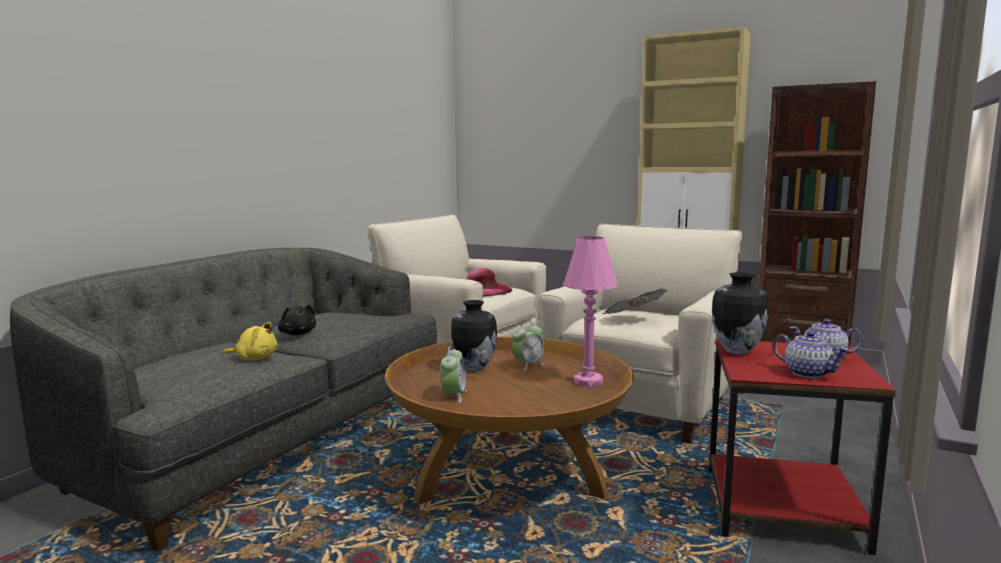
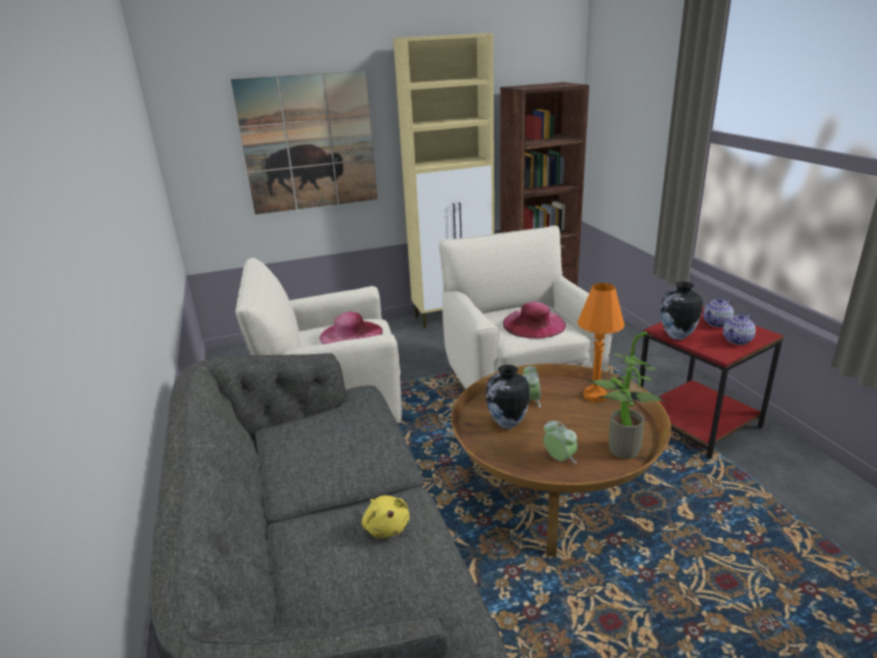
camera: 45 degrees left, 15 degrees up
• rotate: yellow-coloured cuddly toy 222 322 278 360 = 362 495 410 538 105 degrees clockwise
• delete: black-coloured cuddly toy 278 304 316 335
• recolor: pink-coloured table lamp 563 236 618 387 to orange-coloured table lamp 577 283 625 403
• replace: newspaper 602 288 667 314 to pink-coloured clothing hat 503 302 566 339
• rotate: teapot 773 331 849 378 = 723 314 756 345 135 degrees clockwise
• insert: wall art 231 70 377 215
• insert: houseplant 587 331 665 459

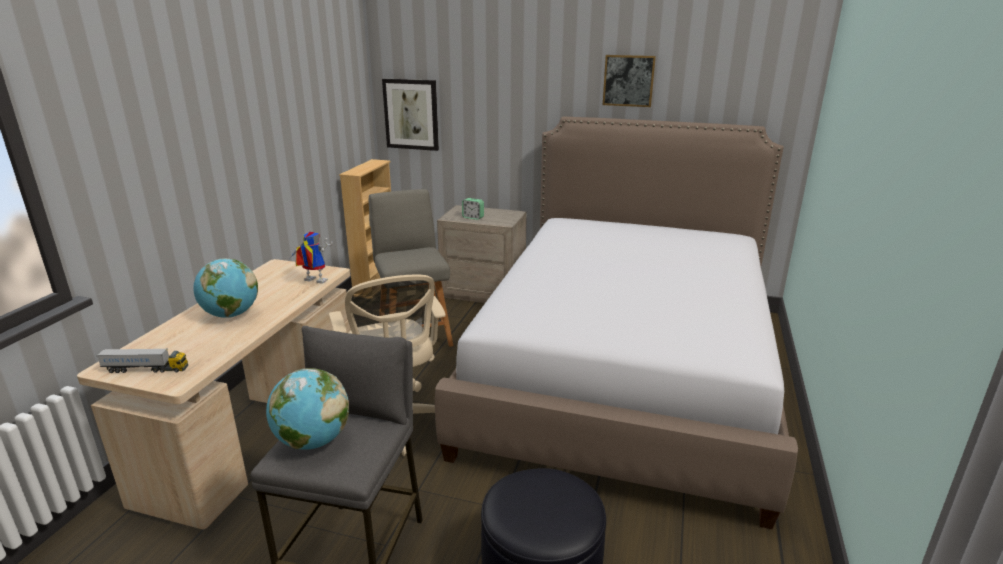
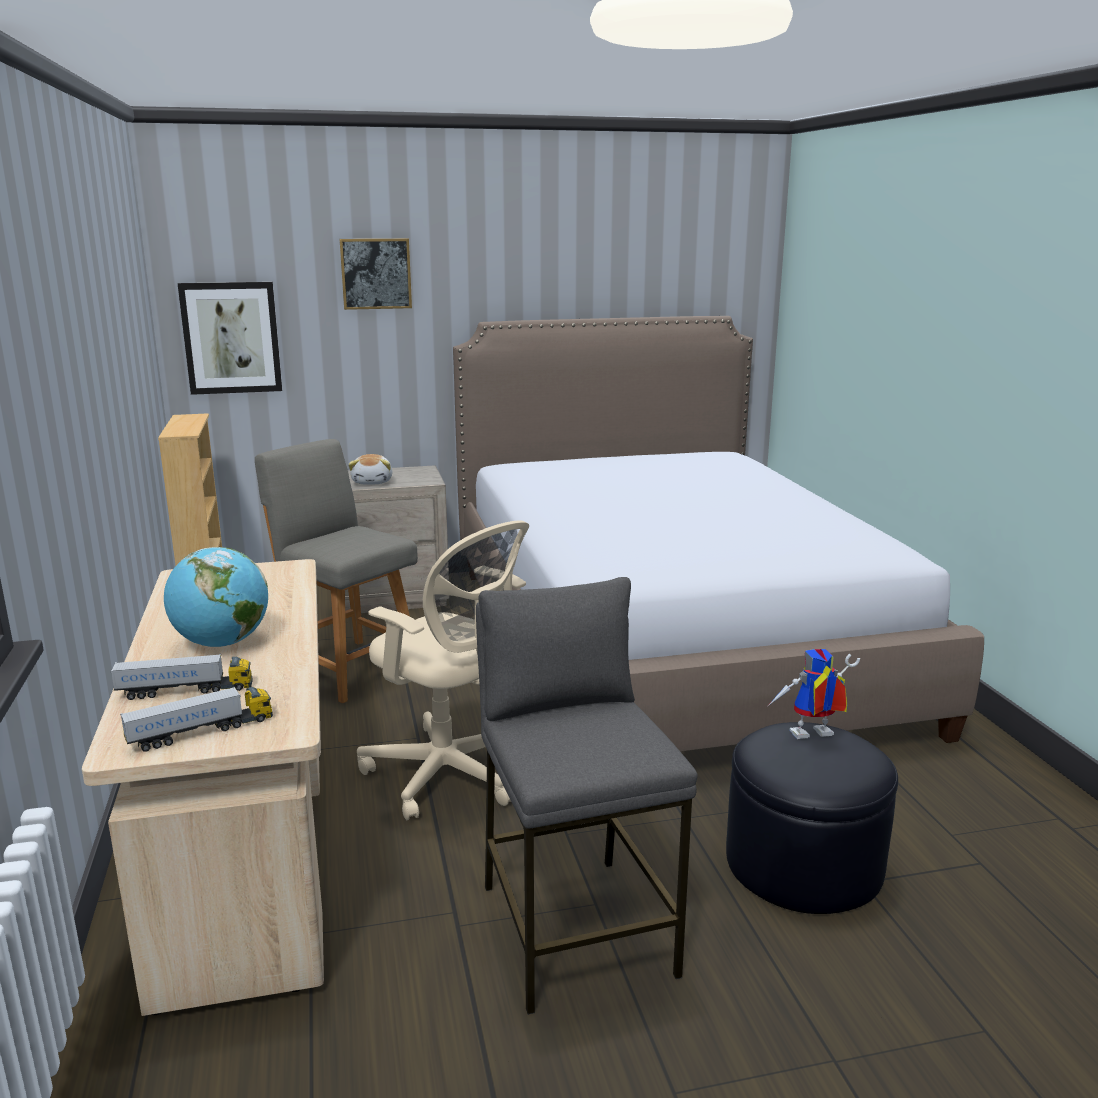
camera: 30 degrees left, 5 degrees down
• delete: world globe 266 368 349 450
• move: model robot 290 232 333 284 to 768 649 860 739
• replace: table clock 462 198 484 220 to cuddly toy 348 454 392 485
• move: wall art 603 55 656 107 to 339 238 412 310
• insert: model truck 111 654 253 700

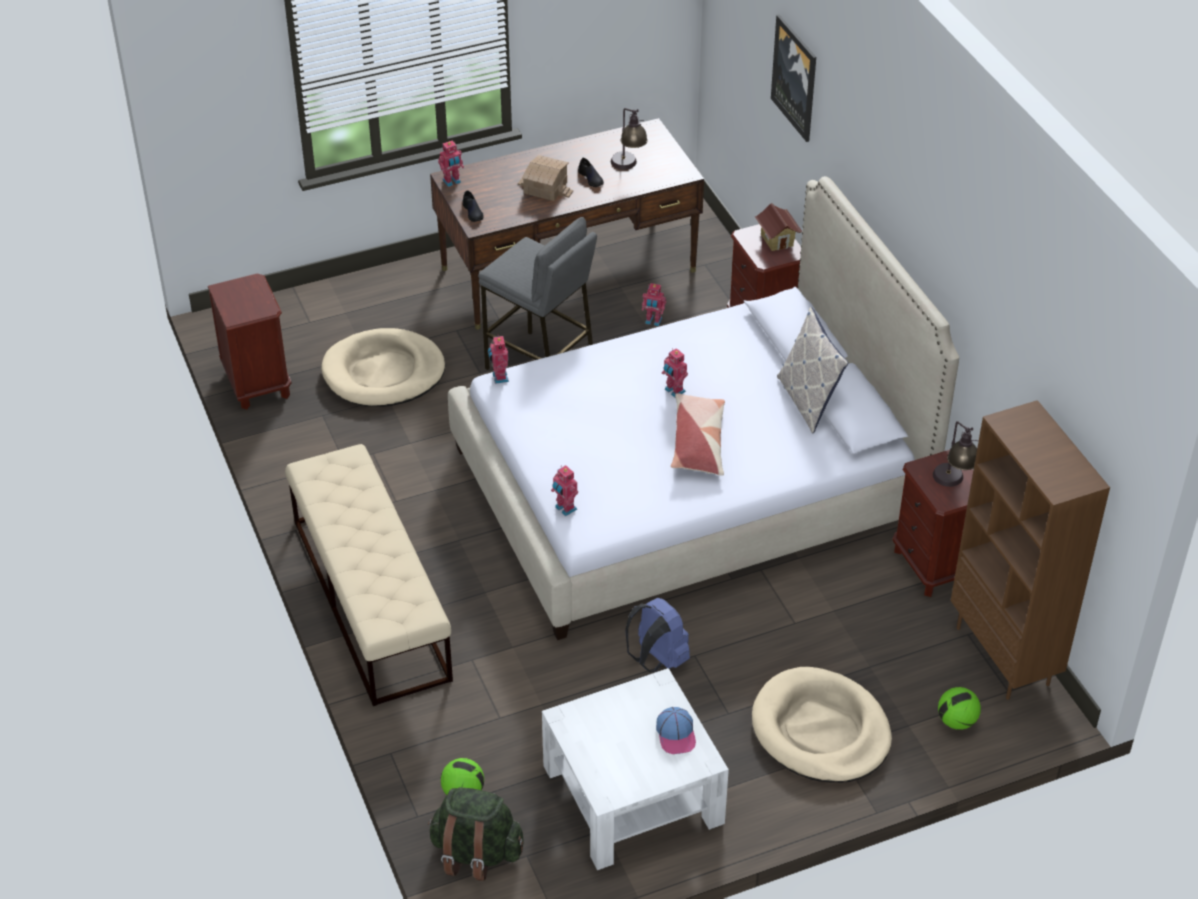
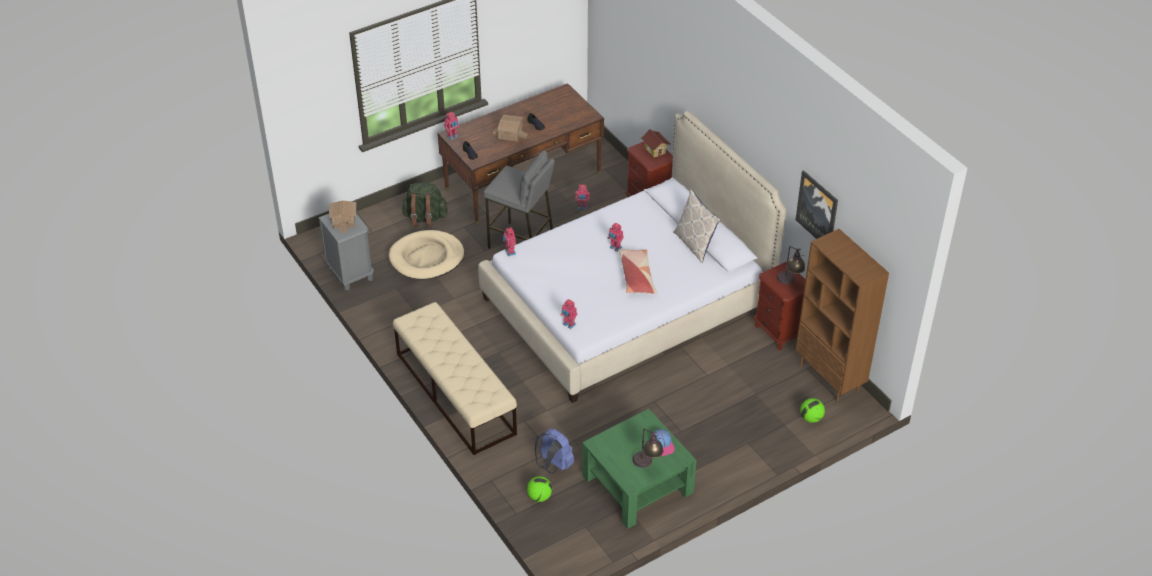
camera: 10 degrees left, 0 degrees up
• recolor: brown bedside table 208 274 291 409 to greyish bedside table 318 213 374 290
• move: greenish backpack 428 787 524 881 to 401 183 448 227
• recolor: white-coloured low table 542 668 729 870 to greenish low table 582 409 696 529
• move: table lamp 611 108 648 170 to 633 429 663 468
• move: bluish backpack 625 598 690 672 to 535 428 574 474
• delete: beige-coloured dog cushion 752 667 892 783
• move: wall art 771 15 816 142 to 796 170 838 239
• insert: model house 329 201 356 233

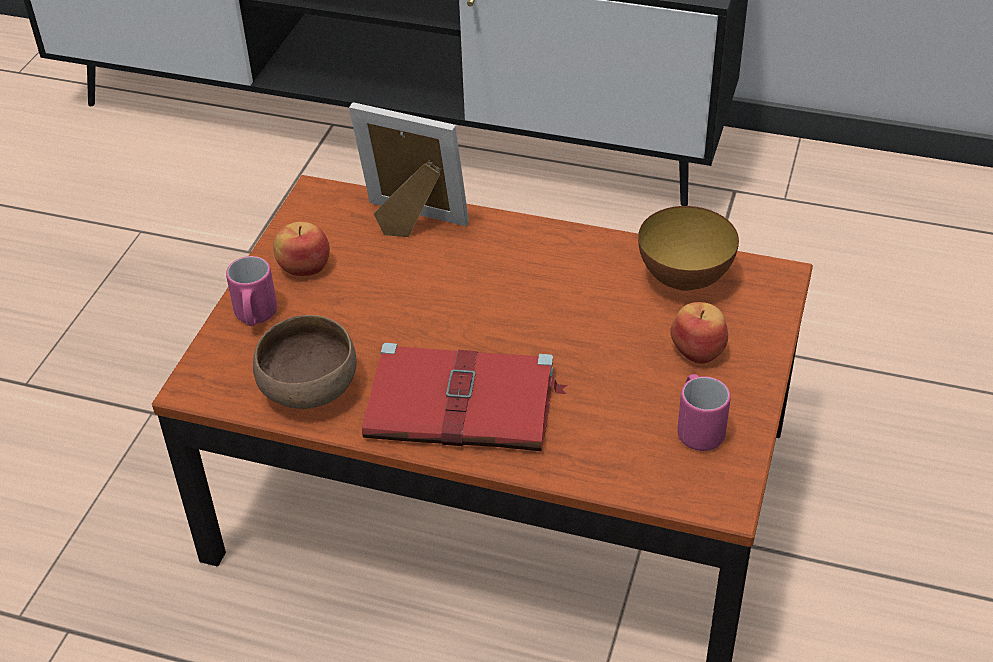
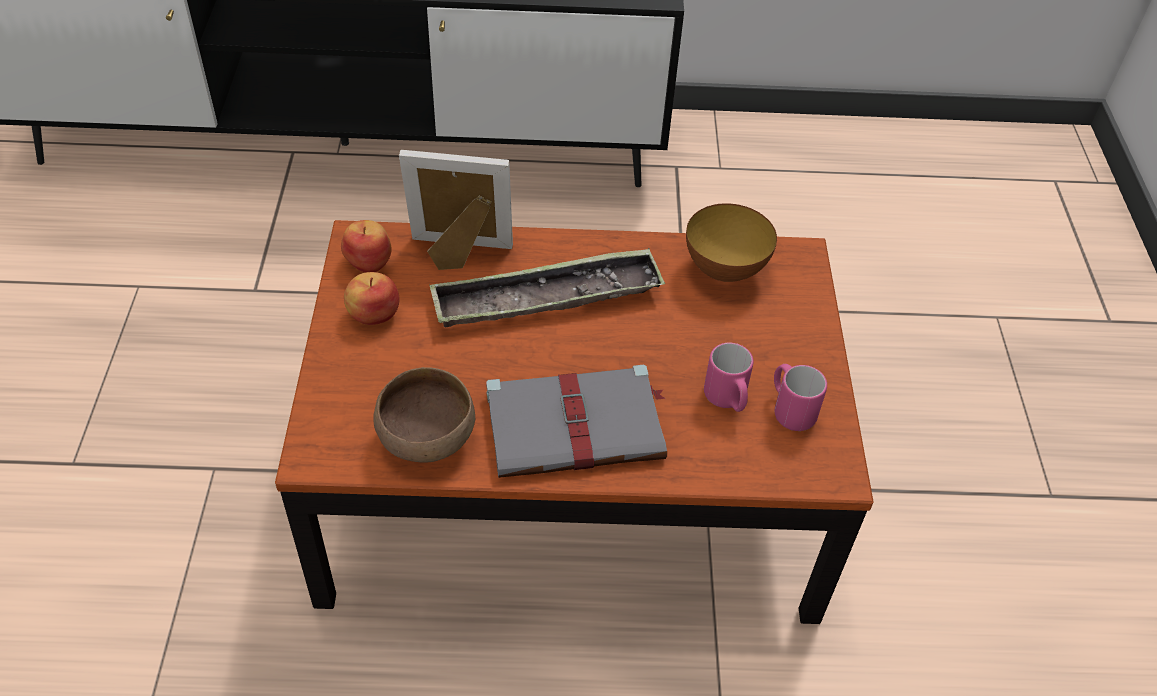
camera: 20 degrees left, 5 degrees up
• move: pink-coloured tea mug 226 256 277 326 to 704 343 754 412
• recolor: red bound book 362 343 568 451 to greyish bound book 486 365 667 478
• move: whole apple 670 302 728 364 to 341 220 392 273
• insert: serving tray 429 248 665 328

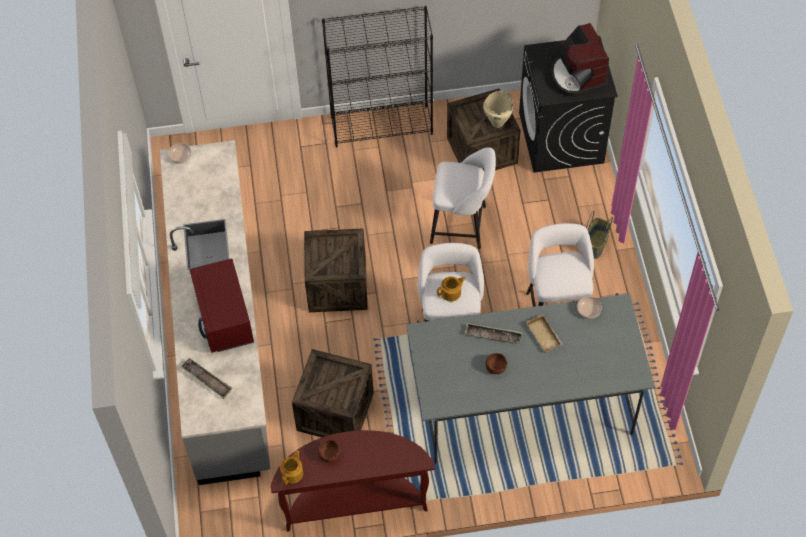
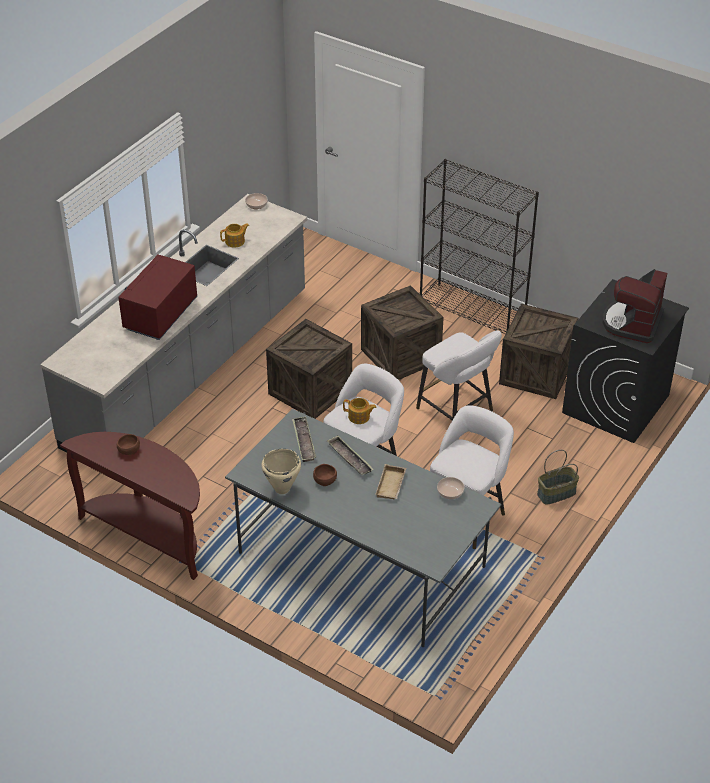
camera: 40 degrees right, 15 degrees down
• move: serving tray 180 358 233 399 to 292 416 316 462
• move: teapot 280 450 303 485 to 220 223 249 248
• move: shipping crate 292 349 374 437 to 361 285 444 380
• move: beige-coloured saucepot 483 91 514 128 to 261 449 301 494

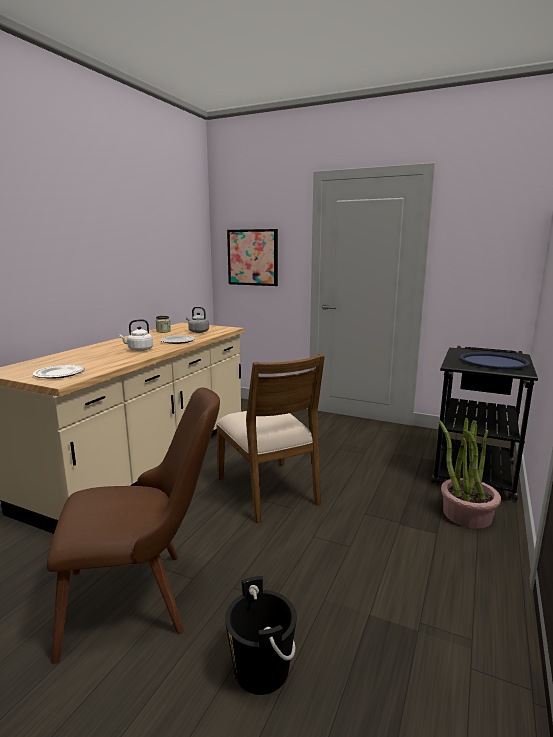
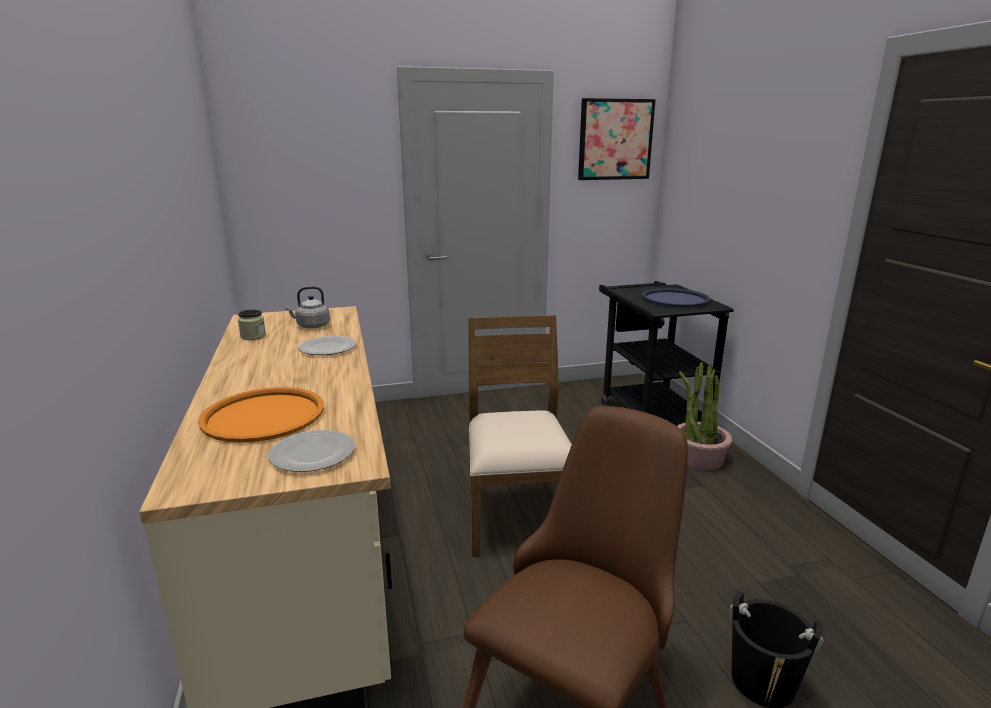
camera: 40 degrees left, 5 degrees up
• delete: white-coloured tea kettle 119 319 153 351
• rotate: brown upright chair 216 354 325 523 = 468 315 572 557 120 degrees counterclockwise
• move: wall art 227 229 278 286 to 578 98 656 180
• insert: orange-coloured serving tray 198 387 324 443

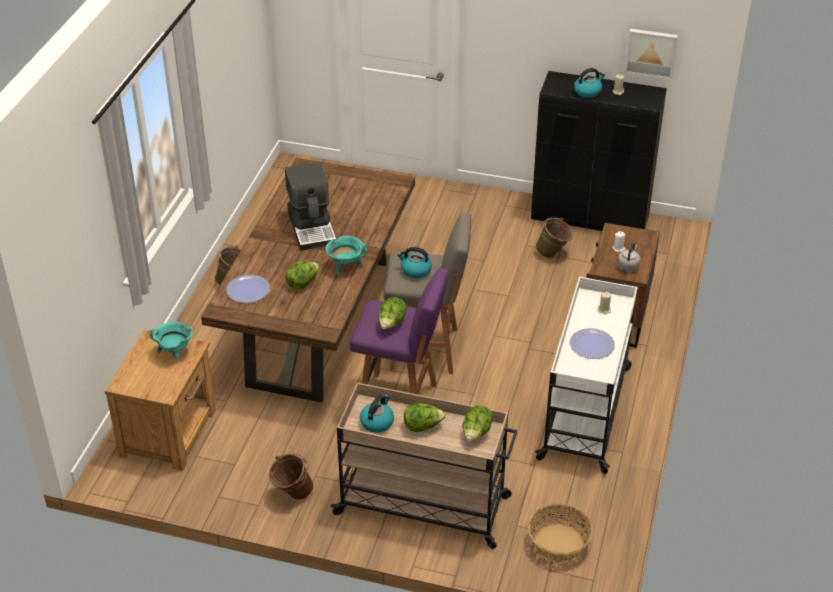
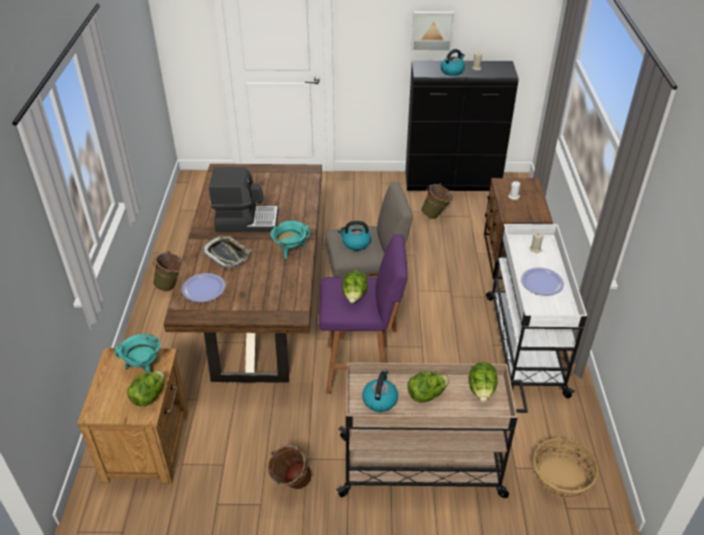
camera: 15 degrees left, 0 degrees up
• rotate: coffee maker 285 162 337 251 = 209 167 278 232 60 degrees counterclockwise
• move: lettuce head 285 262 319 289 to 127 371 164 406
• delete: greyish tea kettle 617 242 641 272
• move: wall art 625 29 678 79 to 411 11 455 52
• insert: serving tray 202 235 251 269

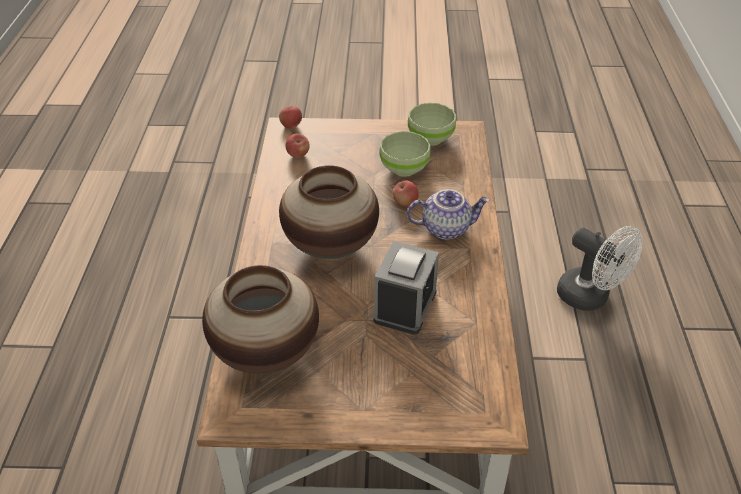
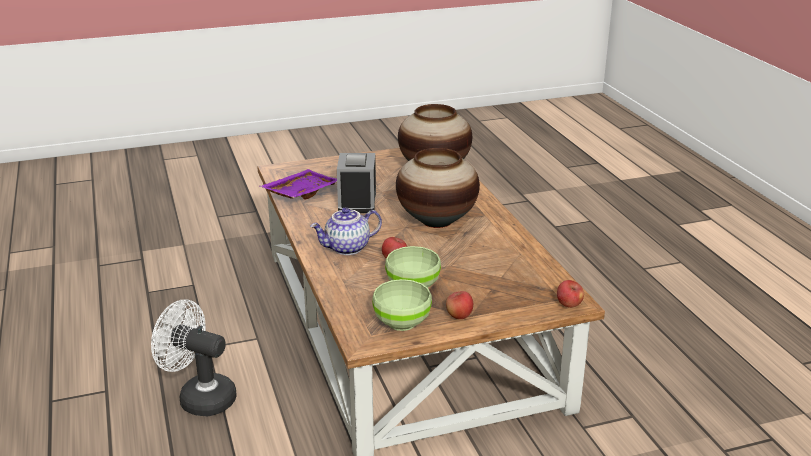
camera: 160 degrees right, 15 degrees down
• move: whole apple 286 133 310 158 to 446 291 473 319
• insert: purple serving tray 260 169 337 200

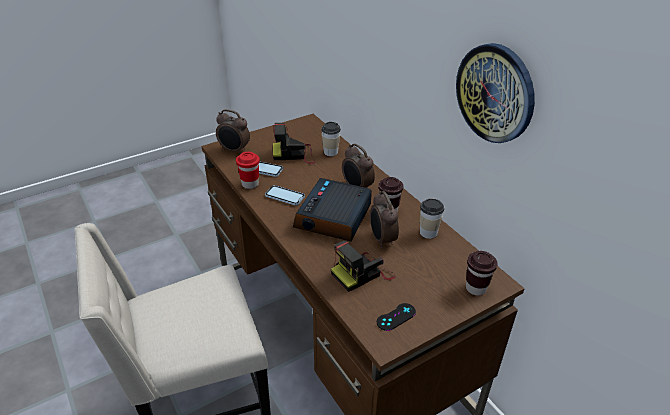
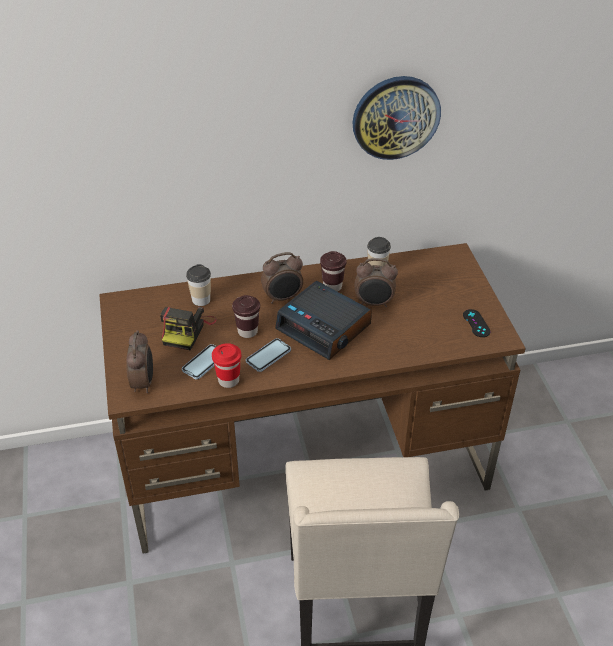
camera: 70 degrees left, 5 degrees up
• rotate: table clock 216 109 250 154 = 126 330 153 393 45 degrees counterclockwise
• delete: photo camera 331 241 396 292
• move: brown cup 466 251 498 296 to 232 295 260 338

